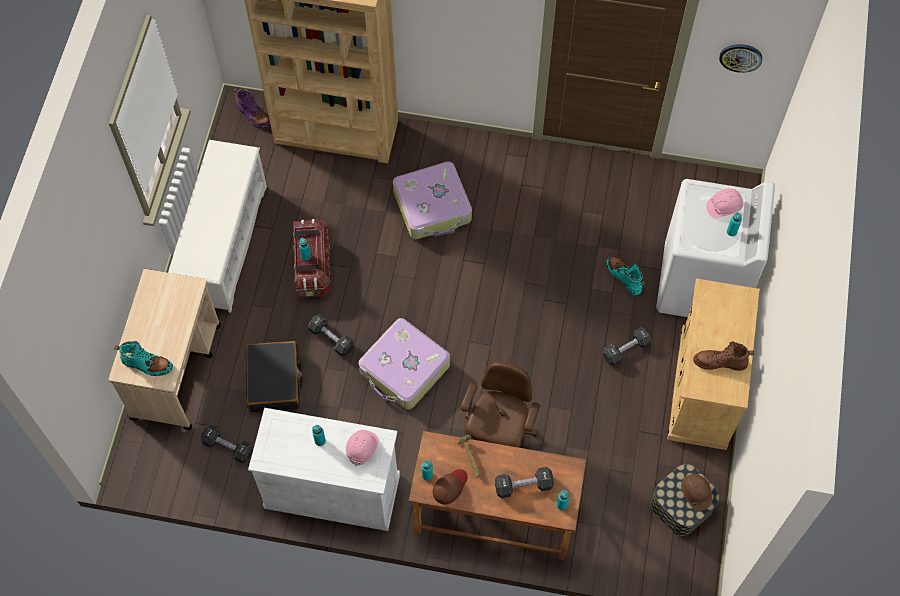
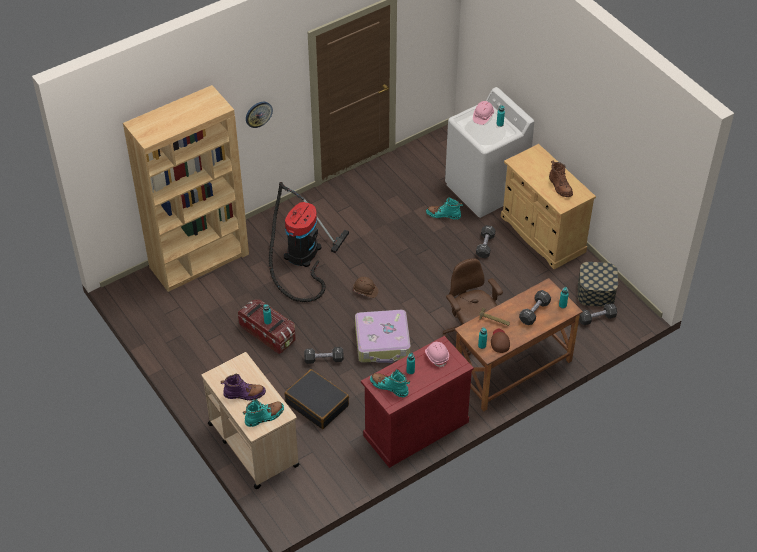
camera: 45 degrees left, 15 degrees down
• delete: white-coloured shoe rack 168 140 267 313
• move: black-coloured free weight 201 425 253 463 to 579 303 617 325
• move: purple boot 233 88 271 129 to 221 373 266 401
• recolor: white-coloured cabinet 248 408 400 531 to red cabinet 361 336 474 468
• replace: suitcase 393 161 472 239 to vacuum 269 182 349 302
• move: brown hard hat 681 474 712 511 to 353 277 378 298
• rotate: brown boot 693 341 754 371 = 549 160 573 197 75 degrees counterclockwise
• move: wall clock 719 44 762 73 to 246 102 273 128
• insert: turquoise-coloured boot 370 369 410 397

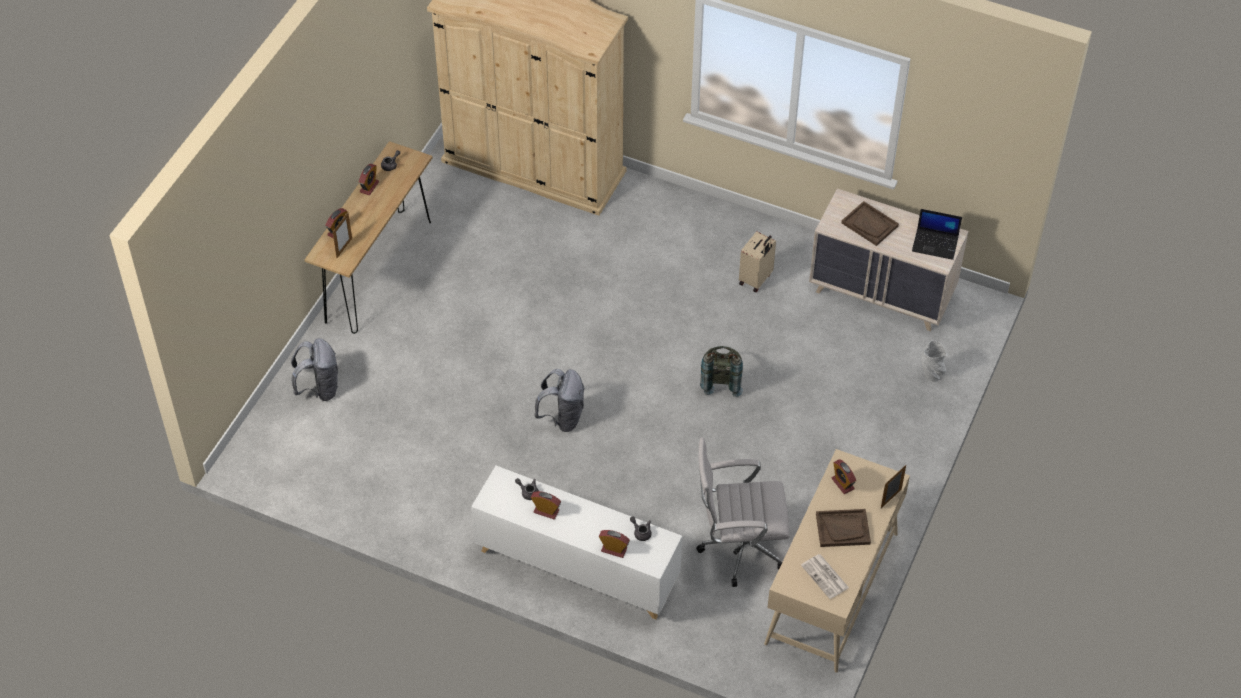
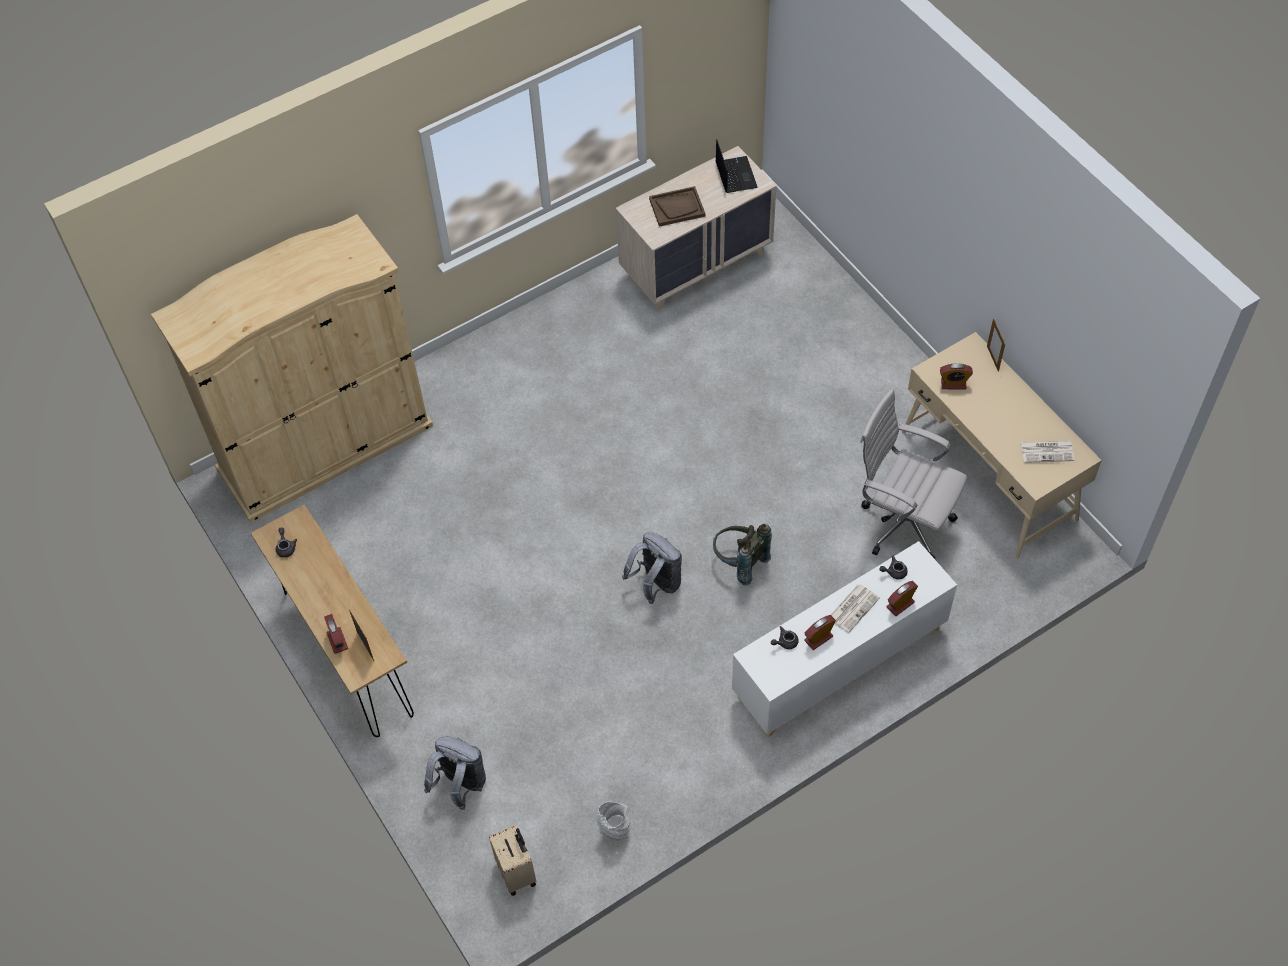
camera: 55 degrees left, 5 degrees up
• delete: table clock 359 164 379 195
• rotate: white-coloured office chair 696 438 789 587 = 860 389 967 560 90 degrees clockwise
• move: greyish backpack 700 346 743 397 to 713 524 772 585
• move: beige-coloured suitcase 739 231 776 293 to 489 825 536 896
• delete: brown serving tray 816 509 871 547
• rotate: portable computer 912 209 962 260 = 716 139 758 193 60 degrees counterclockwise
• move: greyish vase 921 340 948 382 to 596 801 630 841
• insert: newspaper 831 584 880 633

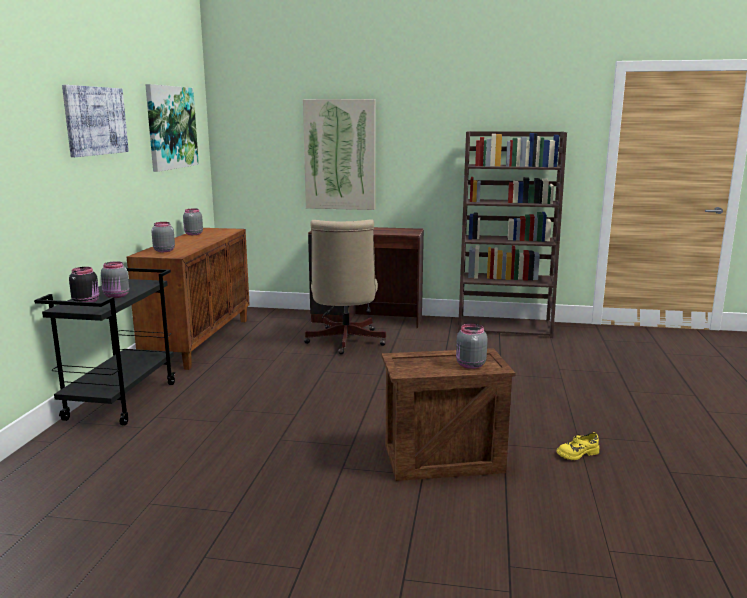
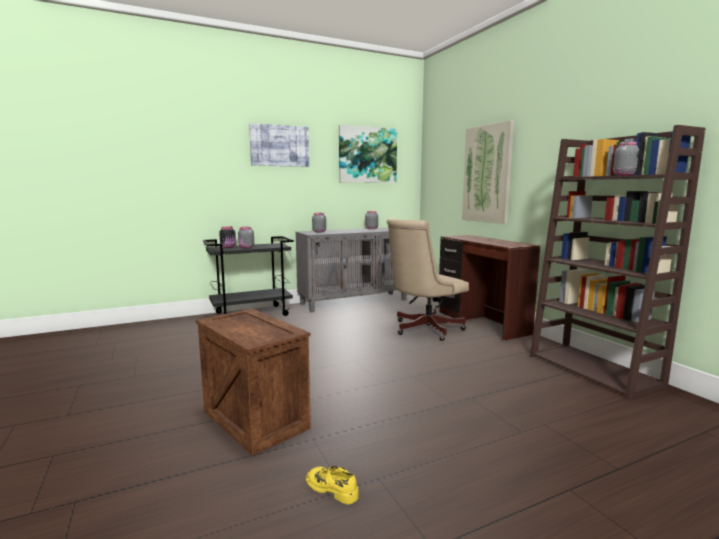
camera: 55 degrees right, 5 degrees down
• recolor: brown cabinet 127 228 250 370 to greyish cabinet 296 228 407 312
• move: greyish preserve jar 456 324 487 369 to 613 142 639 176

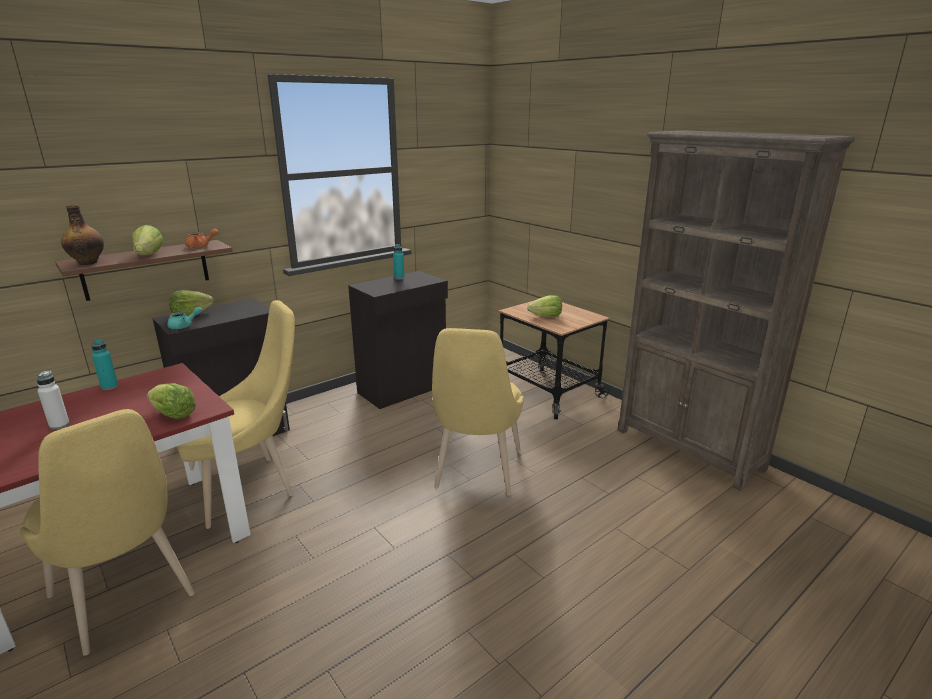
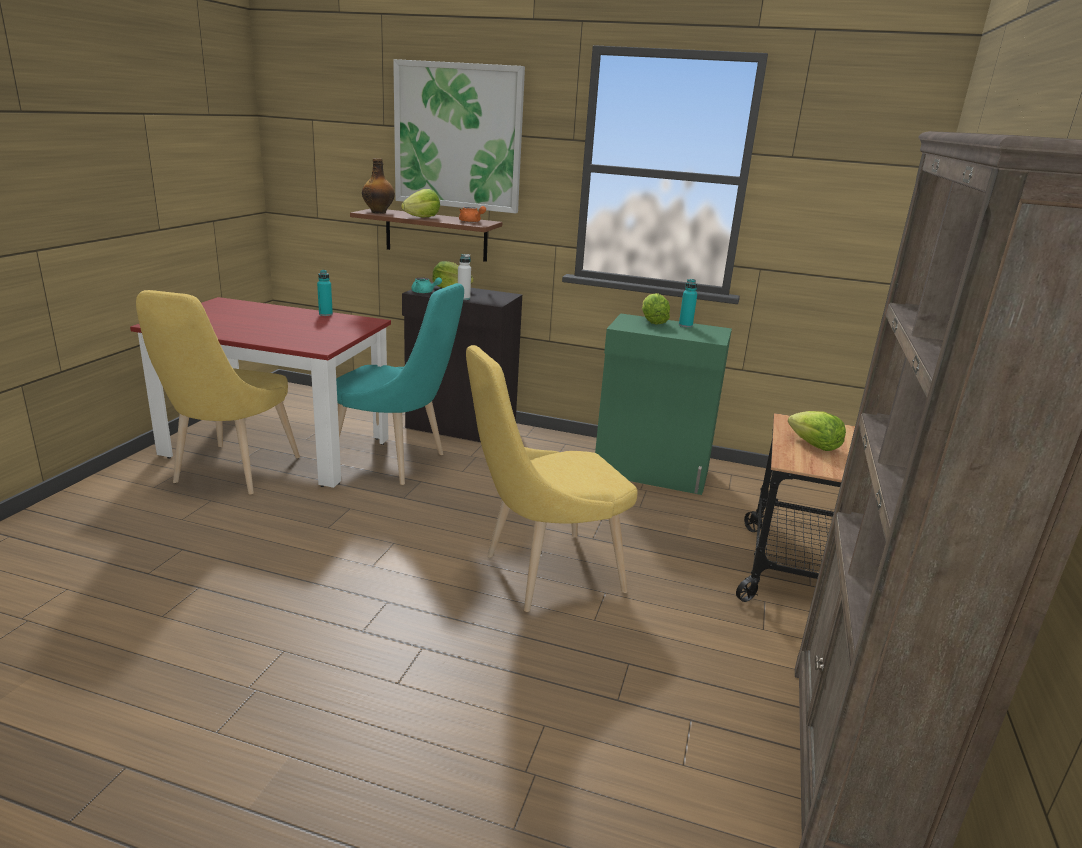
camera: 55 degrees right, 0 degrees up
• move: white-coloured bottle 37 370 70 430 to 458 254 471 300
• move: lettuce head 147 384 196 419 to 642 293 670 325
• recolor: yellow-coloured upright chair 176 300 295 529 to turquoise-coloured upright chair 336 283 464 485
• recolor: black-coloured cabinet 348 271 448 409 to greenish cabinet 595 313 732 495
• insert: wall art 393 59 525 213

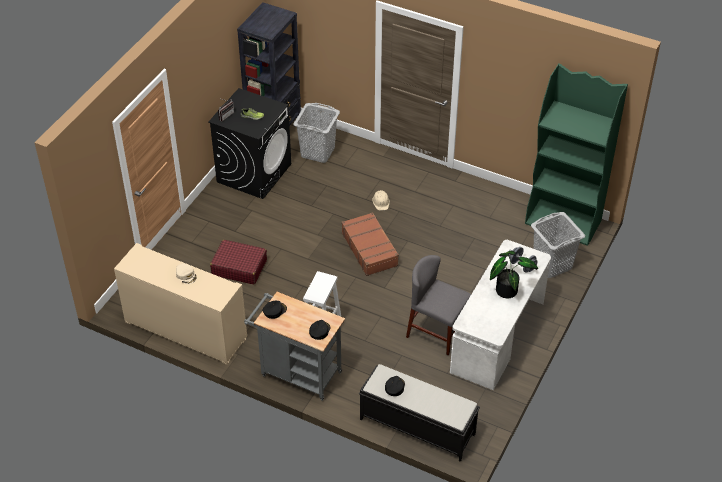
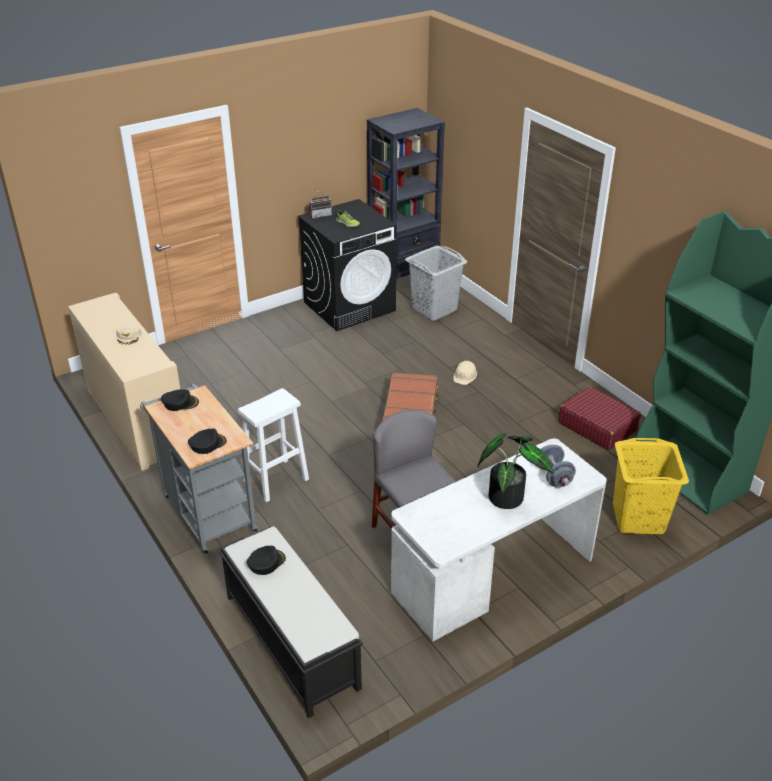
camera: 30 degrees right, 10 degrees down
• move: red suitcase 210 240 267 284 to 559 386 641 450
• recolor: greyish laundry basket 531 212 585 278 to yellow-coloured laundry basket 613 438 689 534

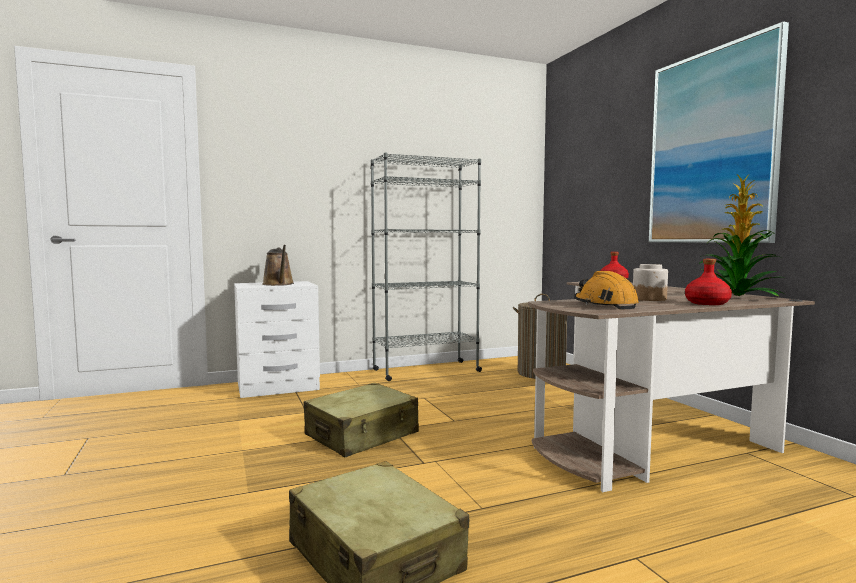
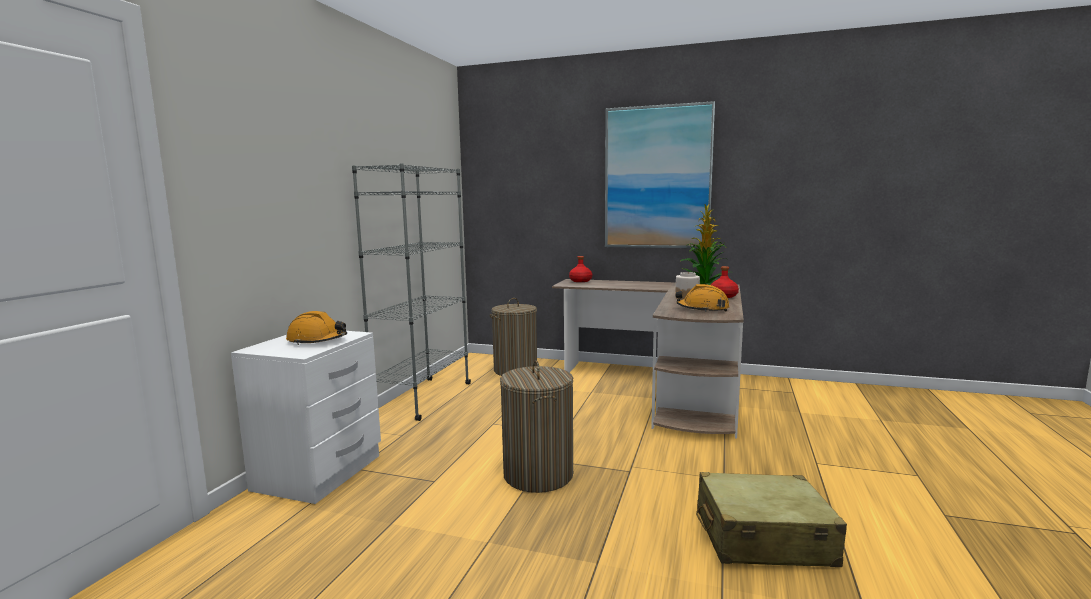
camera: 50 degrees left, 5 degrees up
• replace: brown watering can 262 245 293 286 to orange-coloured hard hat 286 311 347 345
• replace: beige-coloured suitcase 304 383 419 457 to laundry basket 500 360 573 493

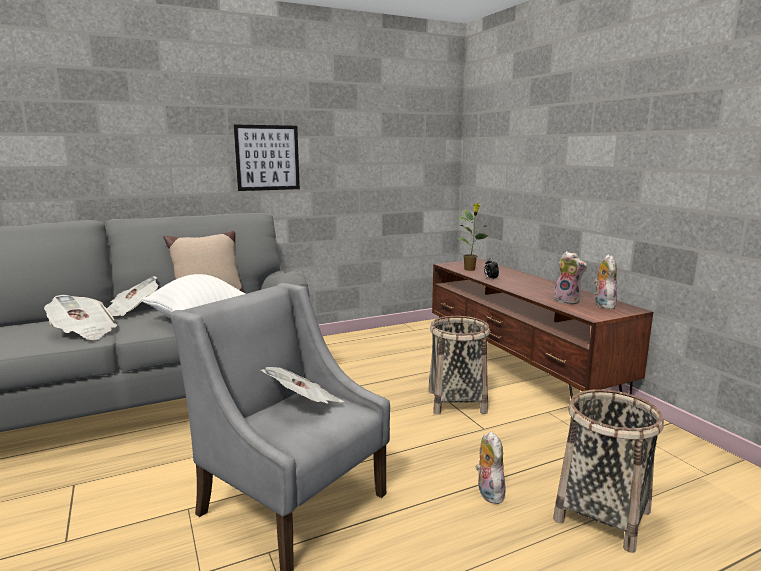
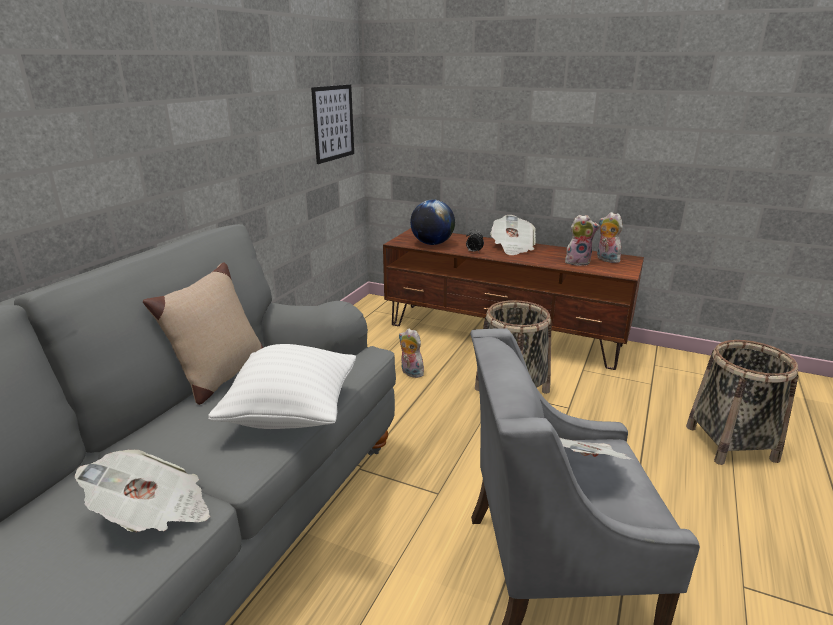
camera: 40 degrees left, 10 degrees up
• move: newspaper 107 276 158 317 to 490 215 536 255
• move: wall art 234 124 300 191 to 311 84 354 164
• replace: houseplant 457 203 489 271 to world globe 410 199 455 245
• move: cuddly toy 476 431 506 504 to 399 328 425 378

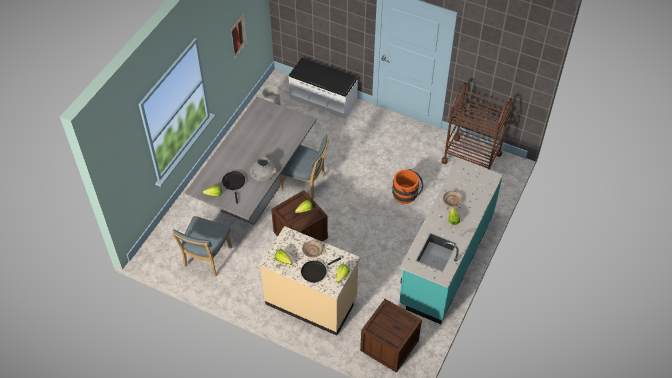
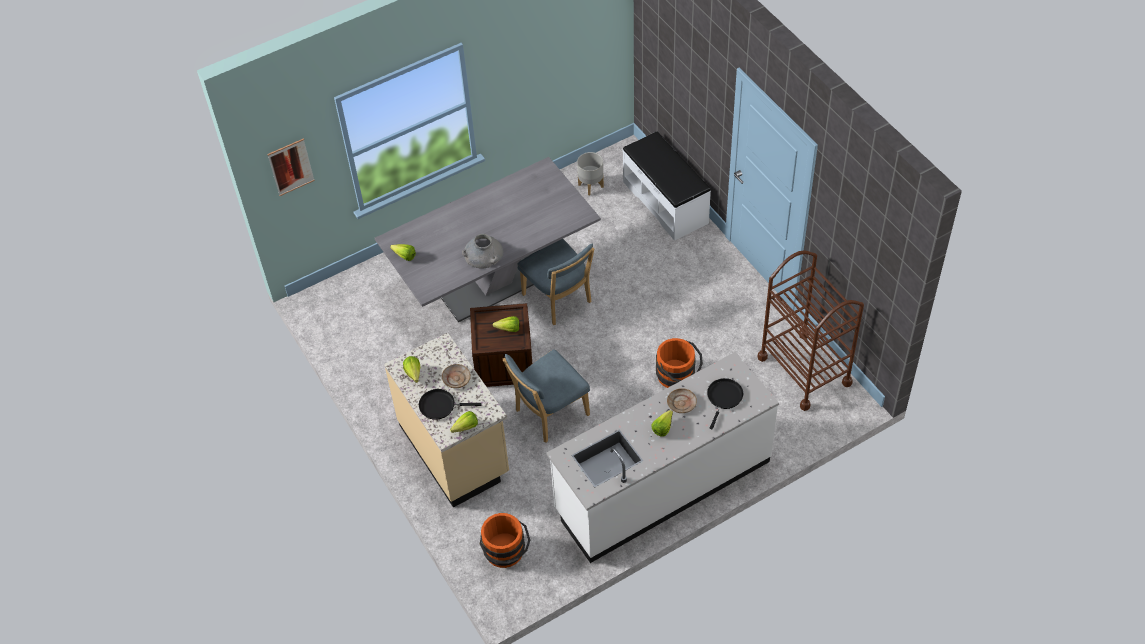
camera: 35 degrees right, 0 degrees up
• move: bluish upright chair 172 216 232 277 to 503 350 590 443
• move: black-coloured skillet 222 171 245 204 to 707 378 743 429
• move: wall art 231 14 247 58 to 267 138 315 196
• replace: shipping crate 360 299 422 373 to orange-coloured pail 480 513 530 568
• recolor: turquoise-coloured kitchen base unit 400 158 503 324 to white-coloured kitchen base unit 546 352 779 563

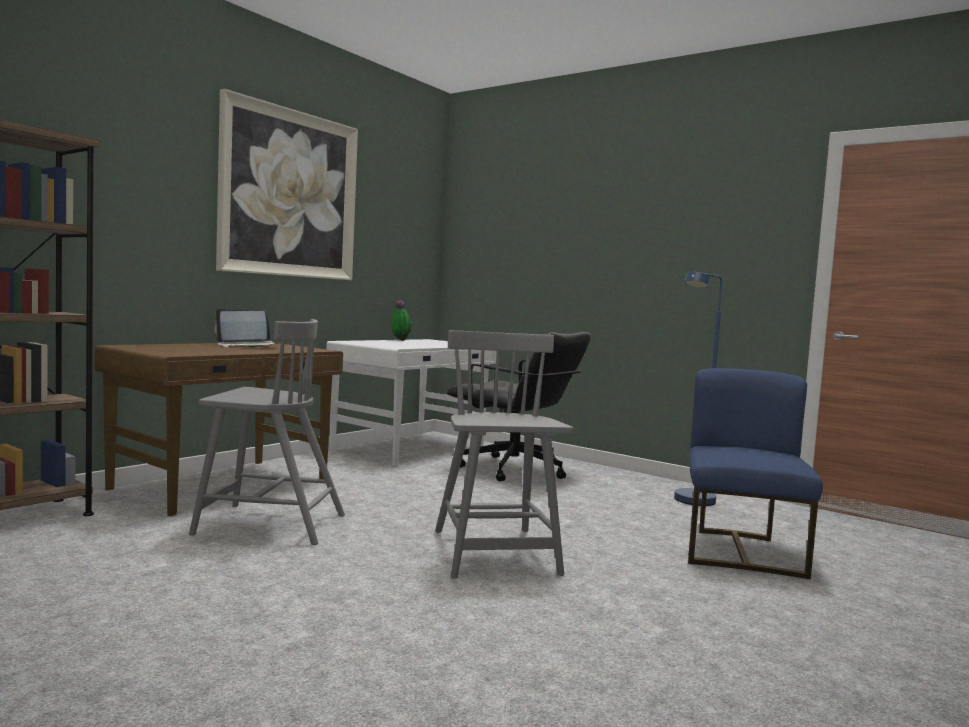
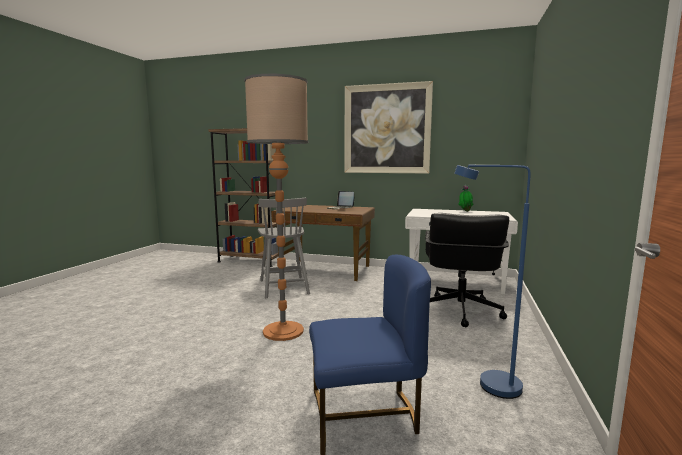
camera: 70 degrees right, 5 degrees up
• replace: greyish upright chair 435 330 573 579 to standard lamp 244 74 309 341

